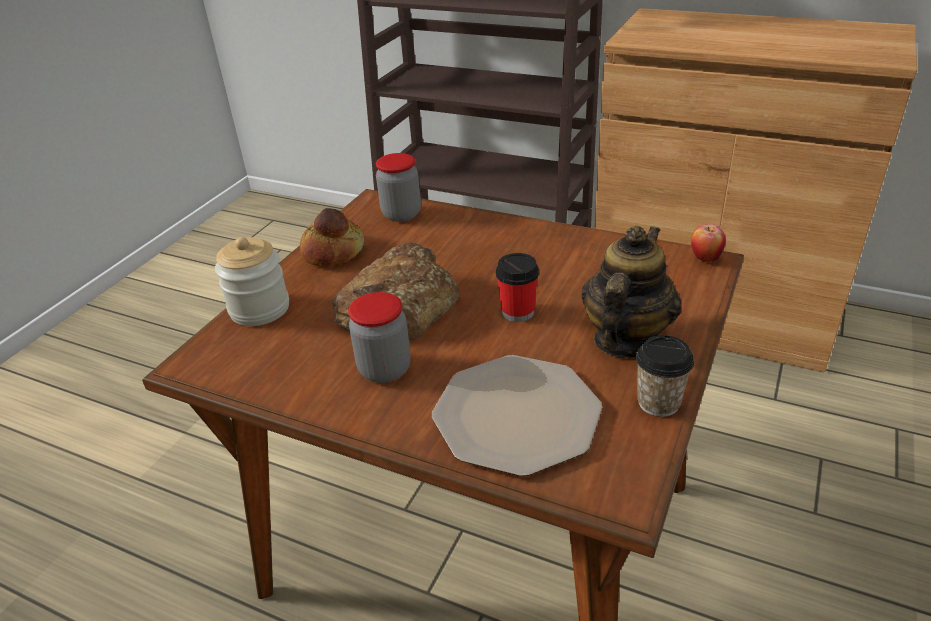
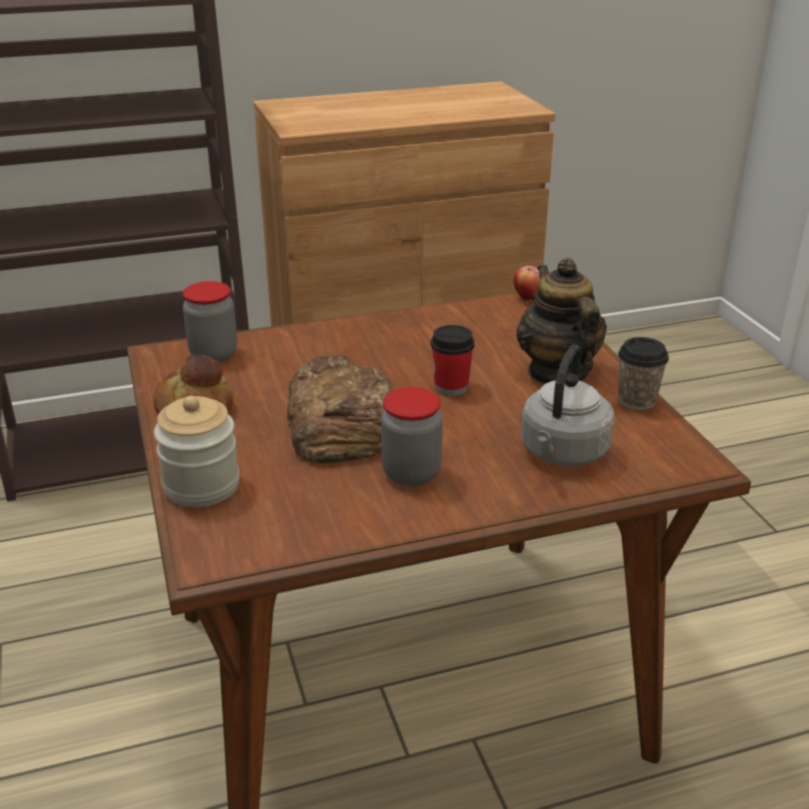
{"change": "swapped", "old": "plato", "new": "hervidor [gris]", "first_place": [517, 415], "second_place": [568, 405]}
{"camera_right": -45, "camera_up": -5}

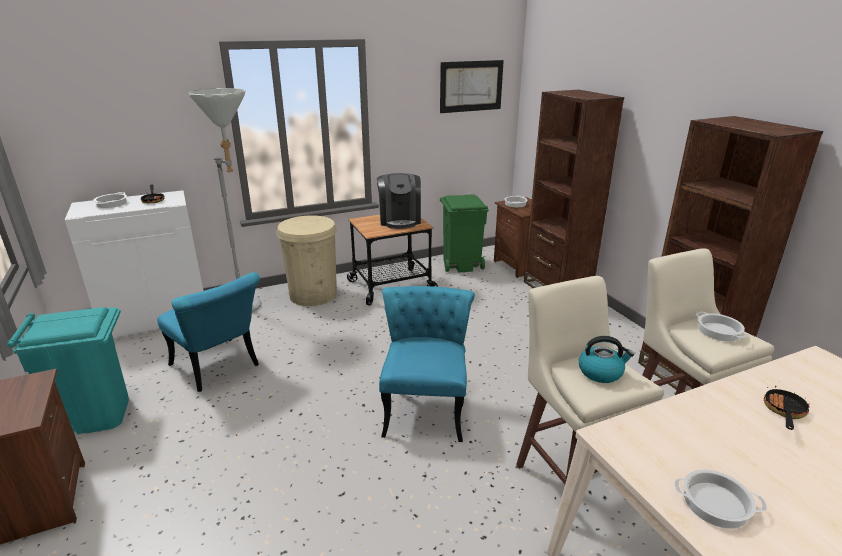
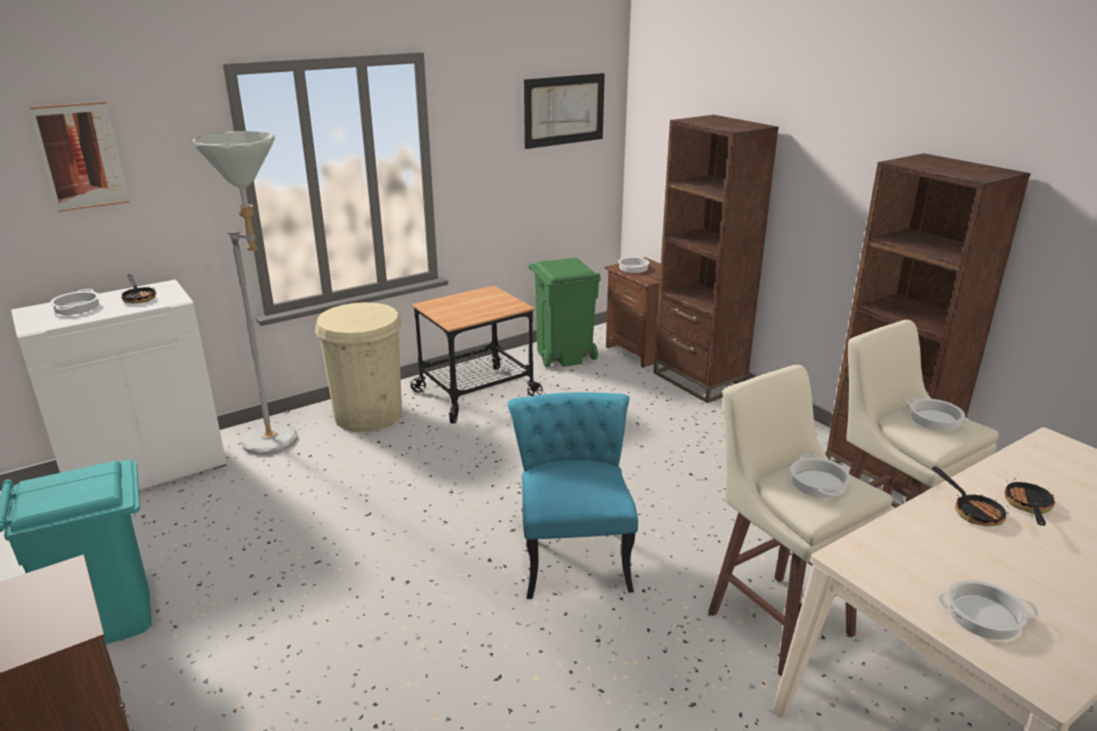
{"change": "gone", "old": "silla [turquesa]", "first_place": [208, 332]}
{"change": "gone", "old": "cafetera", "first_place": [399, 201]}
{"change": "new", "new": "cuadro", "second_place": [79, 156]}
{"change": "new", "new": "sartén", "second_place": [970, 496]}
{"change": "swapped", "old": "hervidor", "new": "olla", "first_place": [606, 359], "second_place": [821, 476]}
{"camera_right": -10, "camera_up": 0}

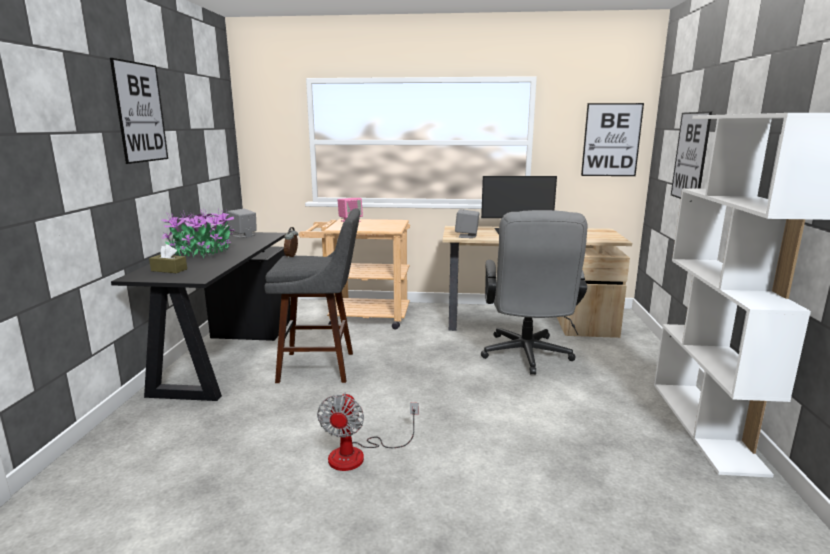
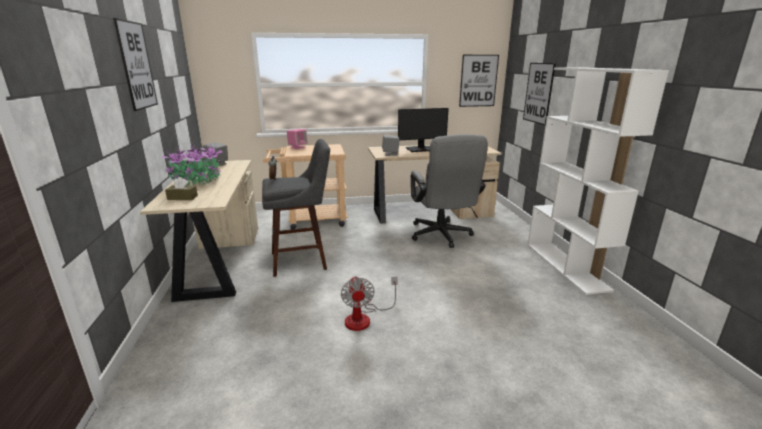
{"change": "repainted", "old": "escritorio [negro]", "new": "escritorio [beis]", "first_place": [200, 316], "second_place": [199, 231]}
{"camera_right": -15, "camera_up": 5}

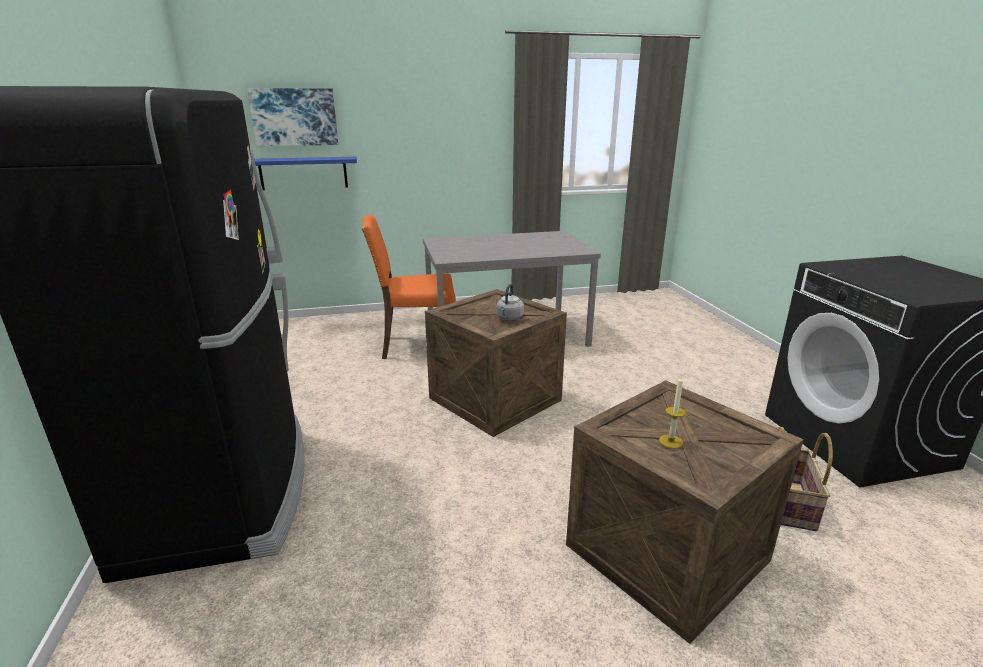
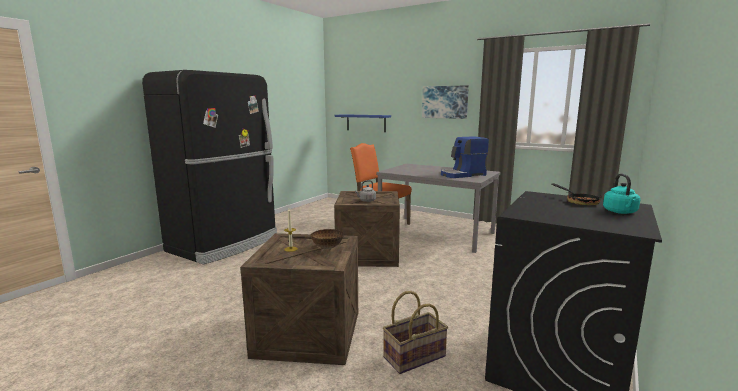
{"change": "new", "new": "cuenco", "second_place": [327, 239]}
{"change": "new", "new": "cafetera", "second_place": [465, 157]}
{"change": "new", "new": "sartén", "second_place": [576, 194]}
{"change": "new", "new": "hervidor [turquesa]", "second_place": [621, 193]}
{"change": "shifted", "old": "cuadro", "first_place": [292, 117], "second_place": [445, 102]}
{"camera_right": 45, "camera_up": -10}

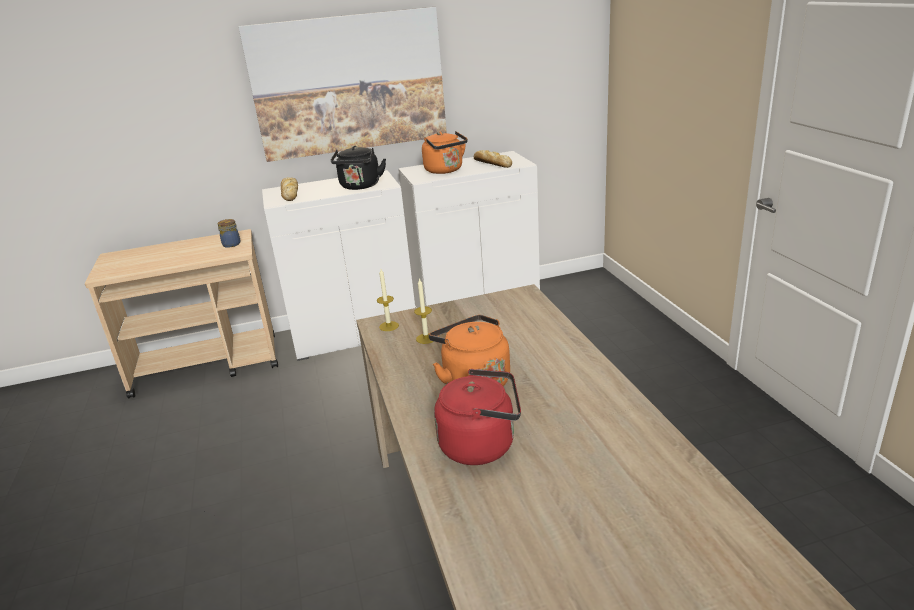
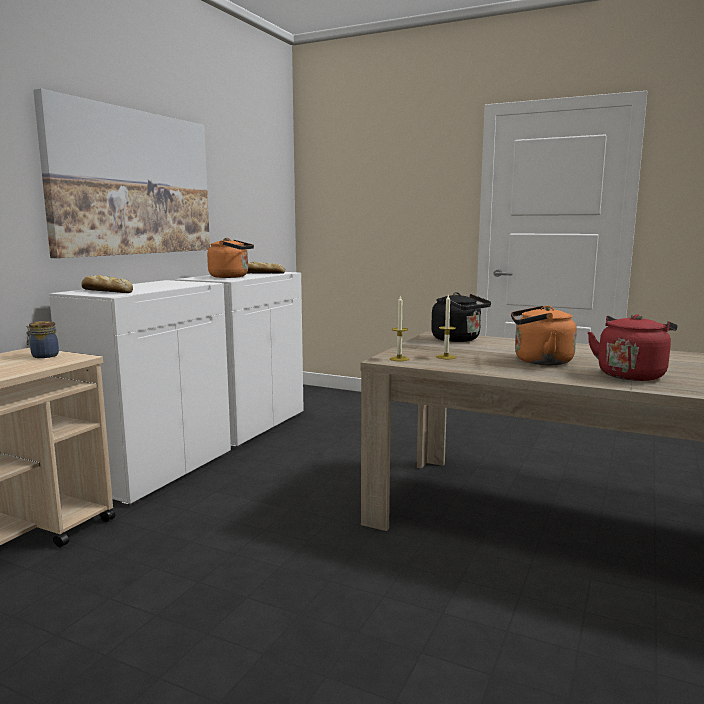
{"change": "shifted", "old": "hervidor [negro]", "first_place": [358, 168], "second_place": [461, 317]}
{"camera_right": -50, "camera_up": -15}

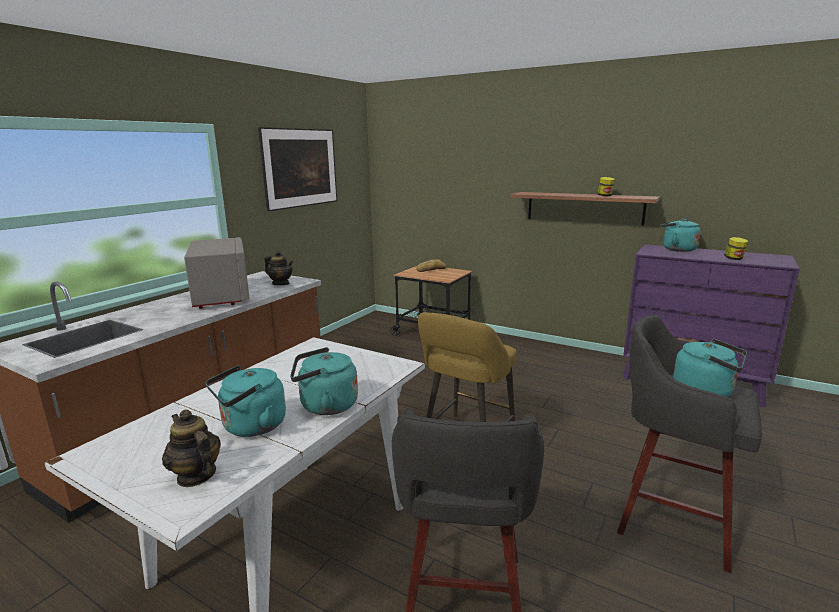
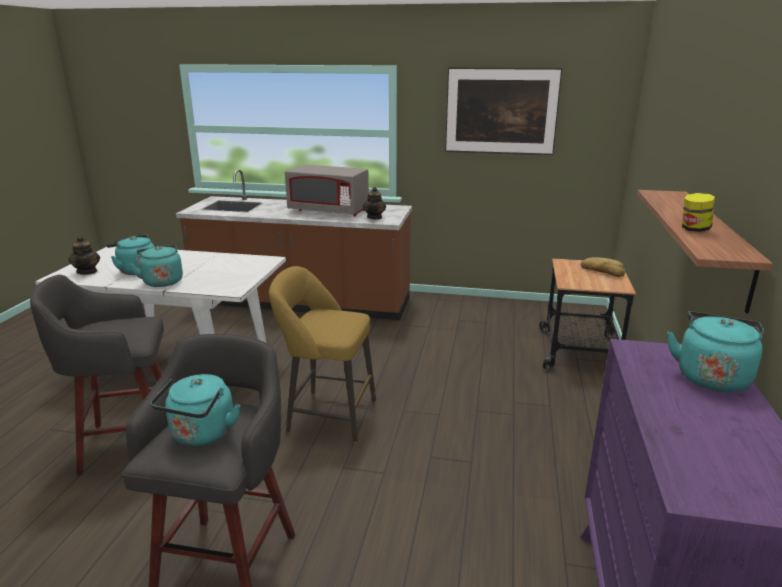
{"change": "gone", "old": "tarro", "first_place": [736, 248]}
{"change": "rotated", "old": "tetera", "first_place": [191, 448], "second_place": [84, 255], "degrees": 135}
{"change": "rotated", "old": "microondas [gris]", "first_place": [216, 273], "second_place": [327, 190], "degrees": 60}
{"camera_right": 70, "camera_up": 5}

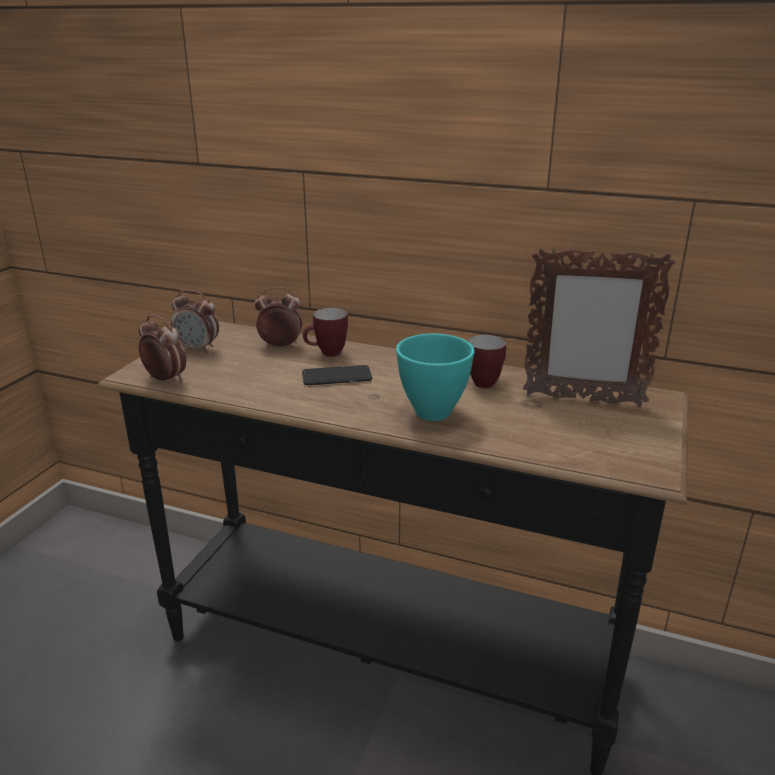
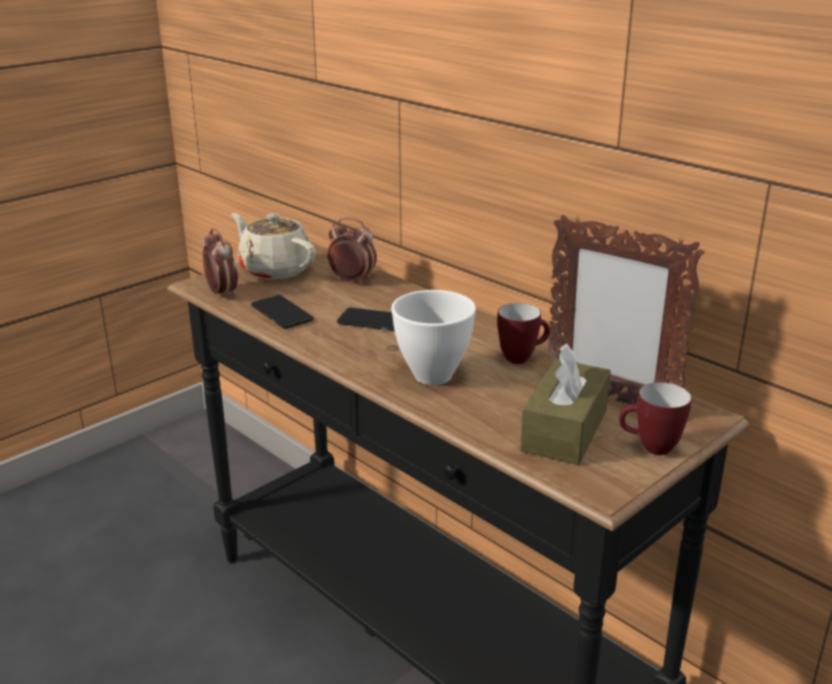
{"change": "new", "new": "móvil", "second_place": [282, 311]}
{"change": "new", "new": "caja de pañuelos [marrón]", "second_place": [565, 404]}
{"change": "shifted", "old": "taza grande", "first_place": [325, 332], "second_place": [655, 418]}
{"change": "swapped", "old": "despertador", "new": "tetera [beis]", "first_place": [195, 321], "second_place": [273, 246]}
{"change": "repainted", "old": "cuenco [turquesa]", "new": "cuenco [blanco]", "first_place": [435, 377], "second_place": [433, 337]}
{"camera_right": 25, "camera_up": 0}

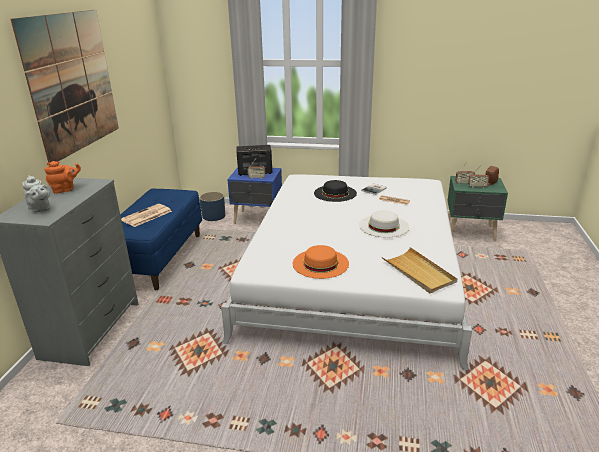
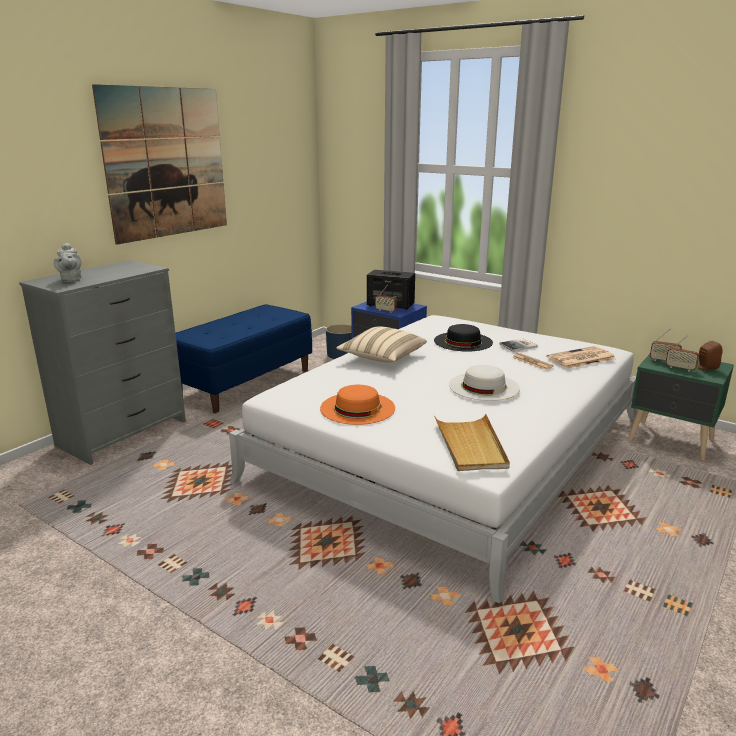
{"change": "gone", "old": "tetera [naranja]", "first_place": [62, 177]}
{"change": "new", "new": "cojín [beis]", "second_place": [381, 344]}
{"change": "shifted", "old": "periódico", "first_place": [146, 215], "second_place": [581, 357]}
{"camera_right": 25, "camera_up": -5}

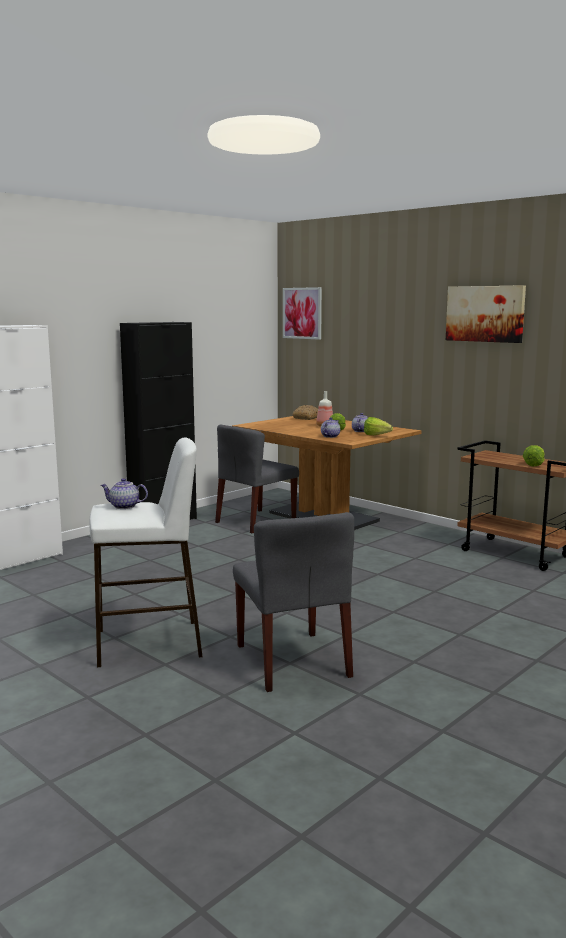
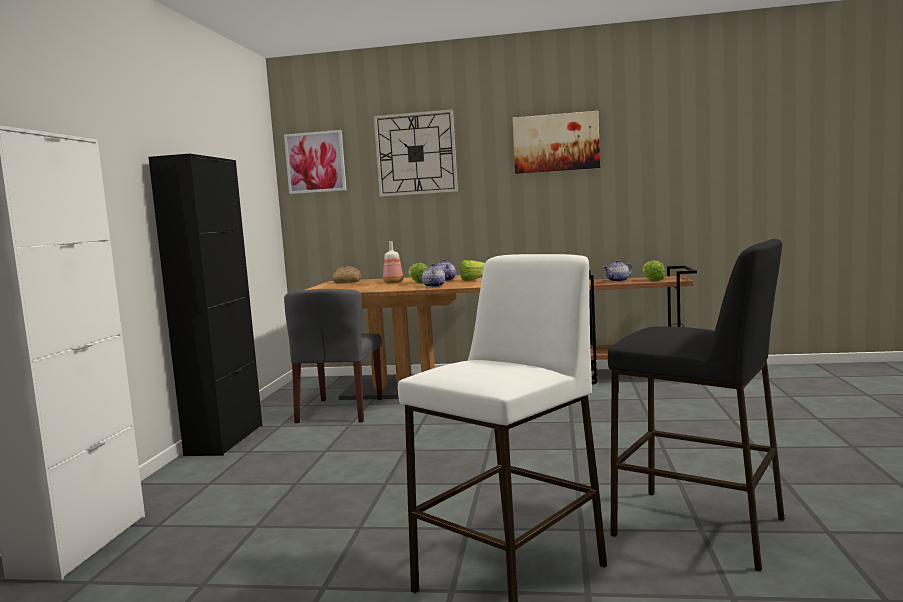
{"change": "new", "new": "reloj de pared", "second_place": [416, 153]}
{"change": "shifted", "old": "tetera", "first_place": [124, 493], "second_place": [618, 271]}
{"change": "swapped", "old": "silla [gris]", "new": "taburete [negro]", "first_place": [293, 602], "second_place": [696, 405]}
{"camera_right": -35, "camera_up": -5}

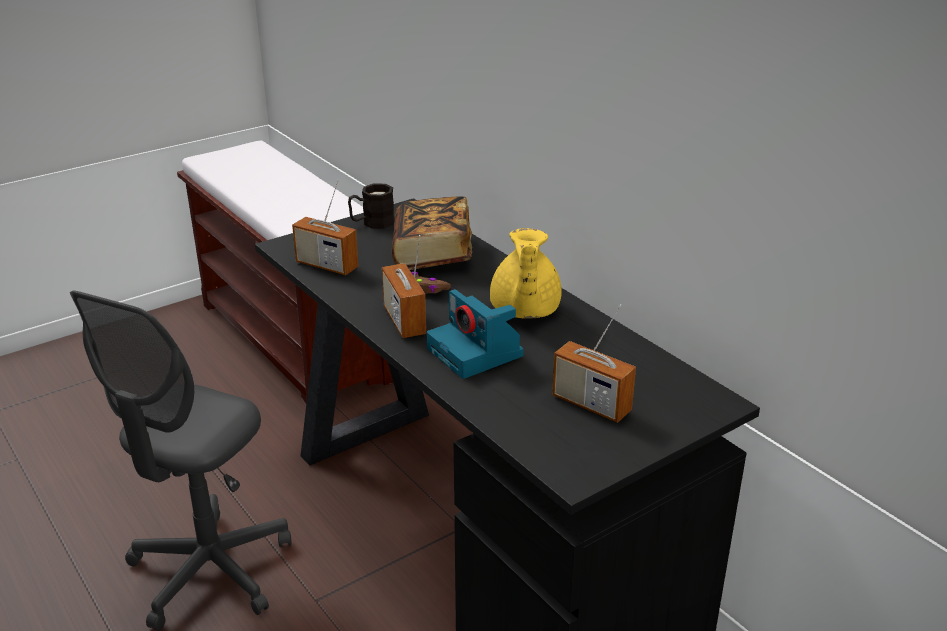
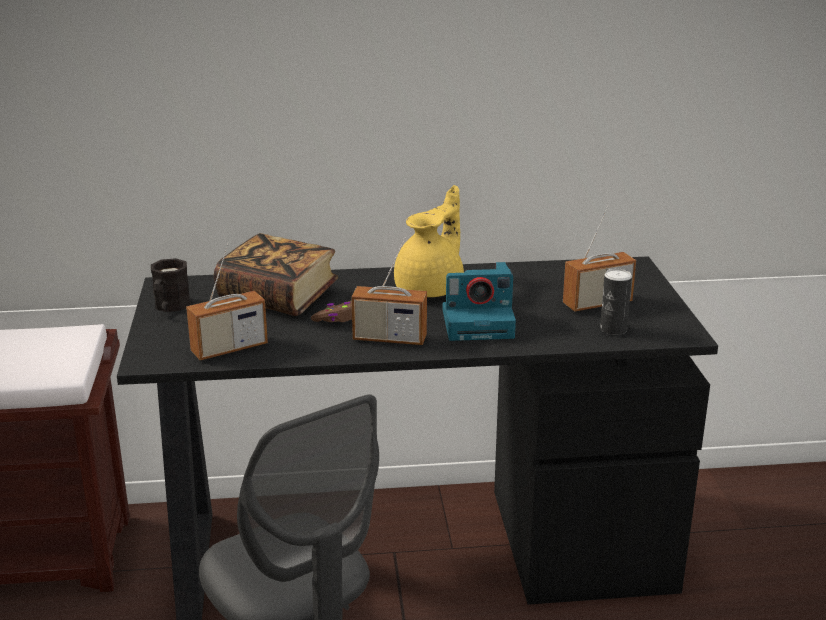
{"change": "new", "new": "lata", "second_place": [616, 302]}
{"change": "rotated", "old": "tetera [amarillo]", "first_place": [526, 273], "second_place": [429, 241], "degrees": -90}
{"camera_right": -60, "camera_up": -5}

